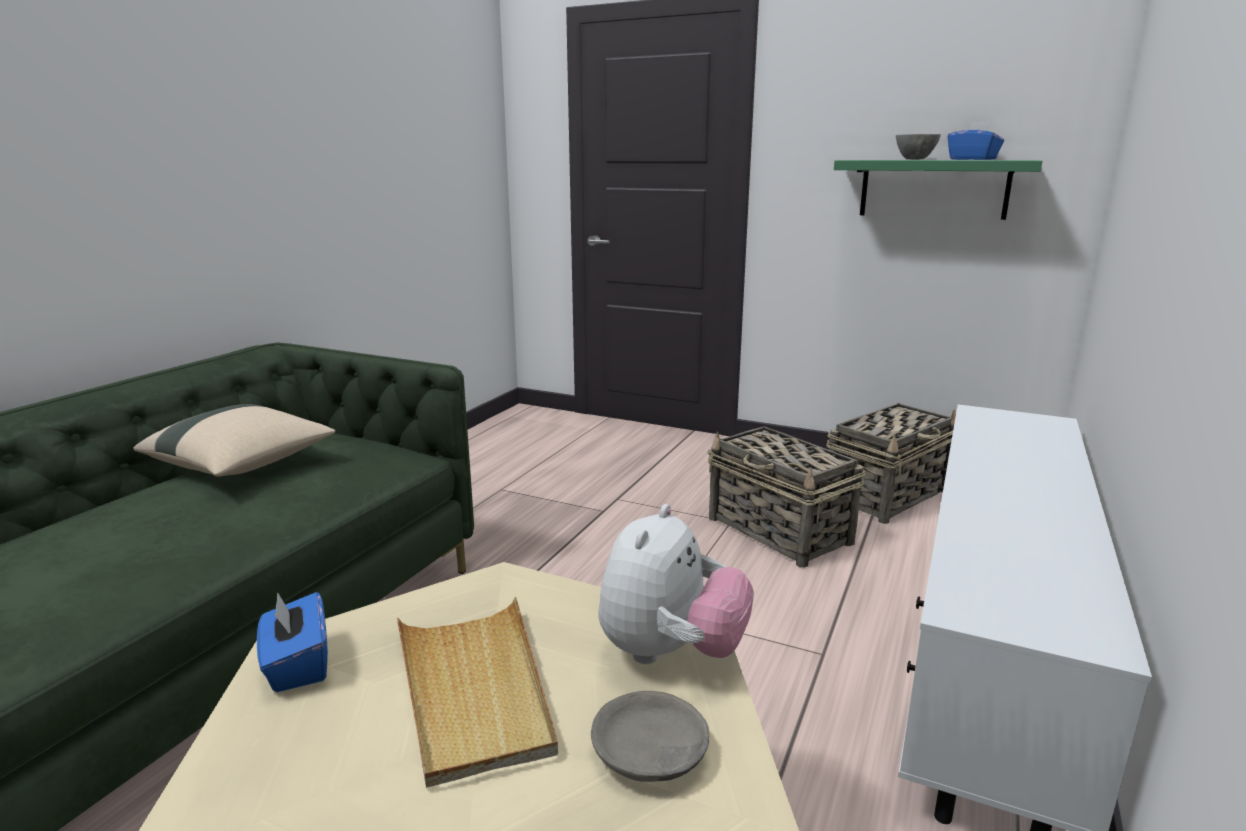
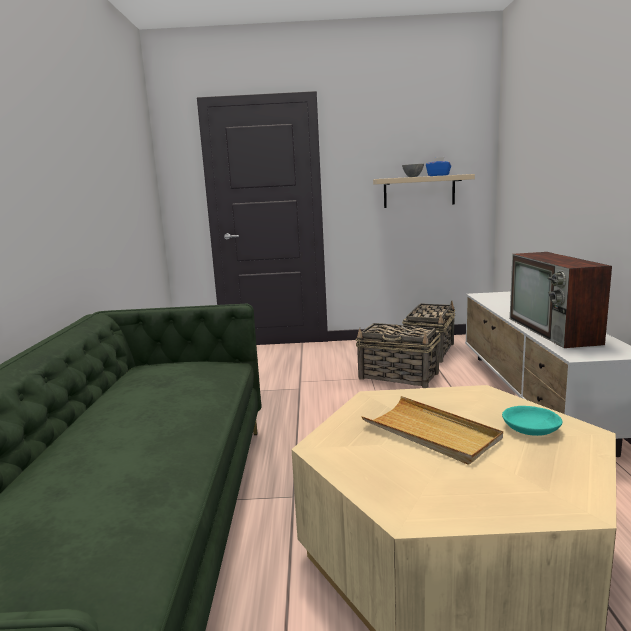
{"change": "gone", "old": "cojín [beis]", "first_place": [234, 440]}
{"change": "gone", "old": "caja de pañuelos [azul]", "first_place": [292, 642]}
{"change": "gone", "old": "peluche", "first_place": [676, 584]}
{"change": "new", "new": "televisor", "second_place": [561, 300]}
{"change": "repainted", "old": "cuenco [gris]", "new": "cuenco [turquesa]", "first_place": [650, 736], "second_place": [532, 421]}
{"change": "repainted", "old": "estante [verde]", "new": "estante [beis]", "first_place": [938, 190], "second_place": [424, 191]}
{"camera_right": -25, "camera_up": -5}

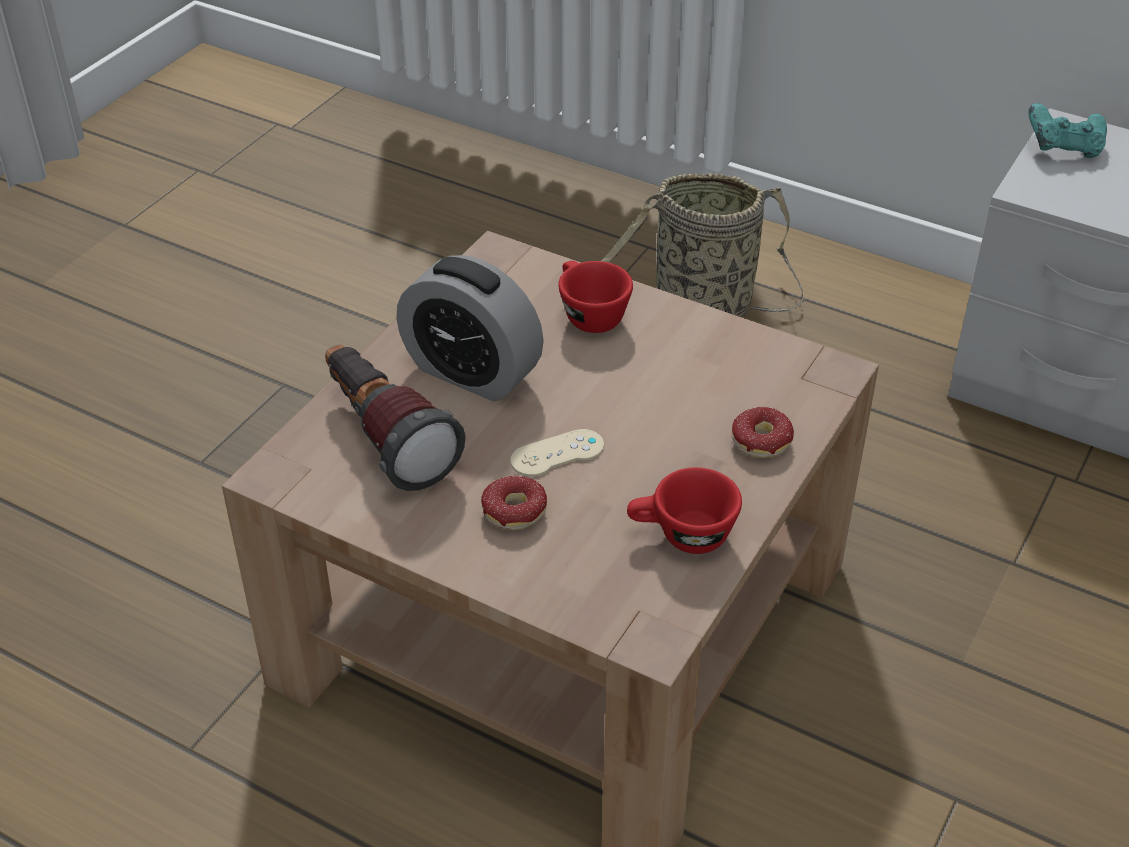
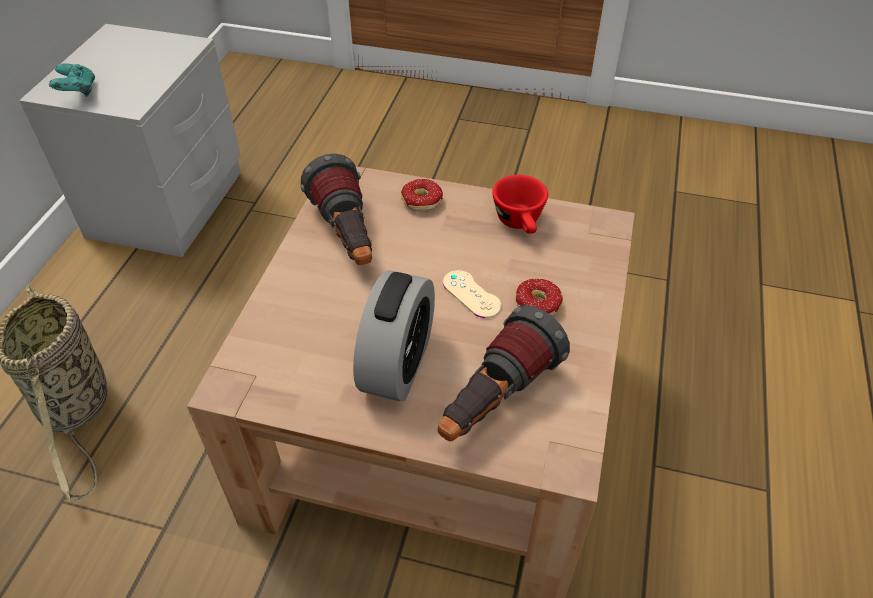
{"change": "gone", "old": "taza [rojo]", "first_place": [595, 297]}
{"change": "new", "new": "linterna", "second_place": [336, 209]}
{"camera_right": -105, "camera_up": 5}

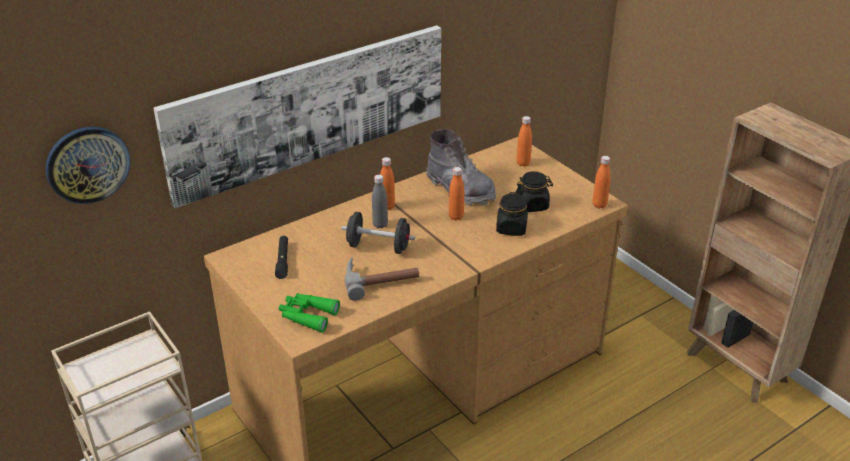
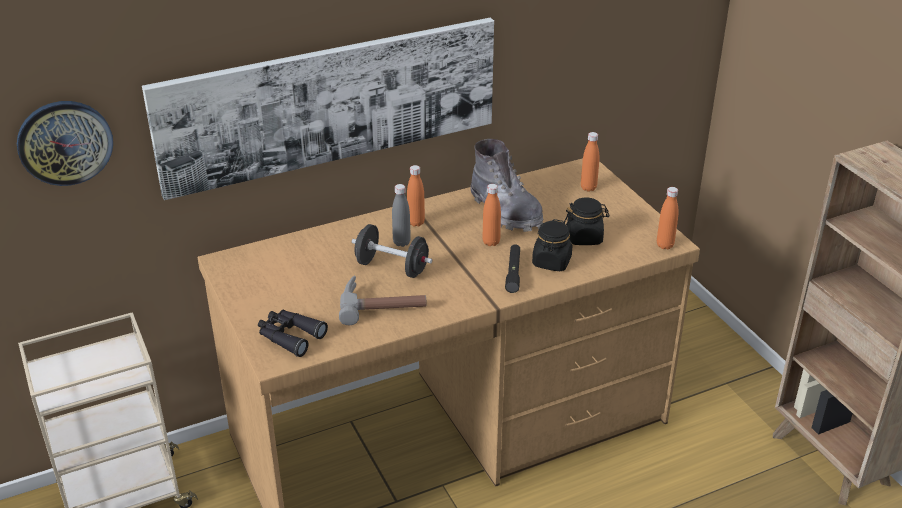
{"change": "shifted", "old": "linterna [negro]", "first_place": [281, 257], "second_place": [512, 268]}
{"change": "repainted", "old": "prismáticos [verde]", "new": "prismáticos [negro]", "first_place": [309, 313], "second_place": [293, 333]}
{"camera_right": 10, "camera_up": 0}

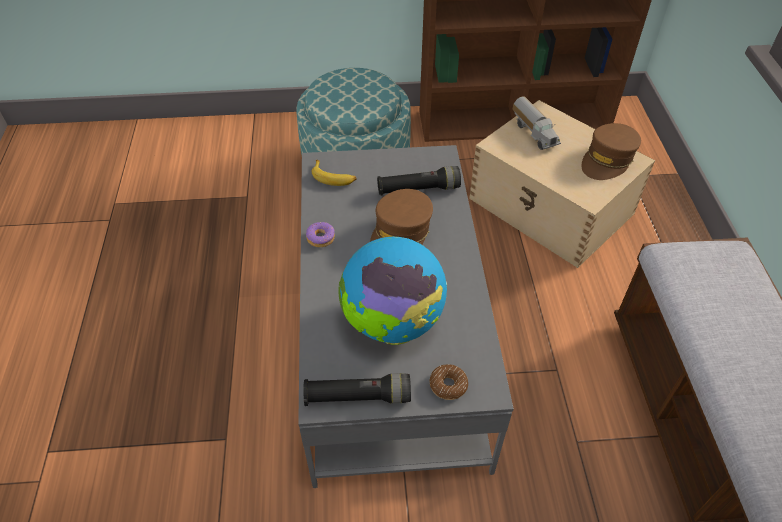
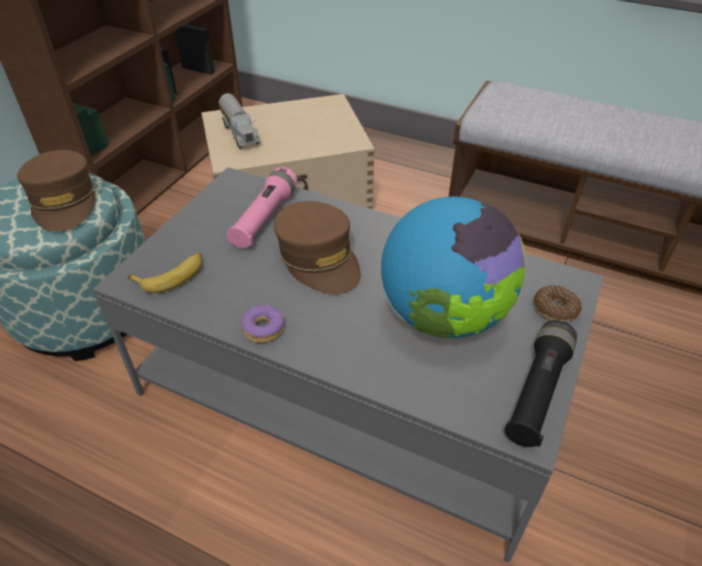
{"change": "shifted", "old": "gorra [marrón]", "first_place": [611, 151], "second_place": [56, 191]}
{"change": "repainted", "old": "linterna [negro]", "new": "linterna [rosa]", "first_place": [419, 181], "second_place": [262, 208]}
{"change": "rotated", "old": "camión de juguete", "first_place": [536, 123], "second_place": [239, 121], "degrees": 60}
{"camera_right": -60, "camera_up": -5}

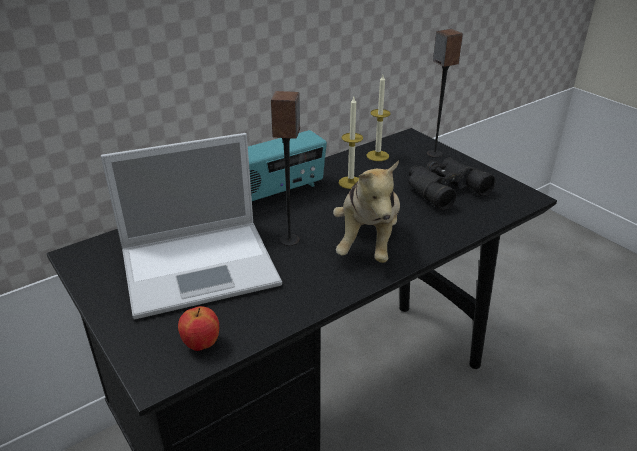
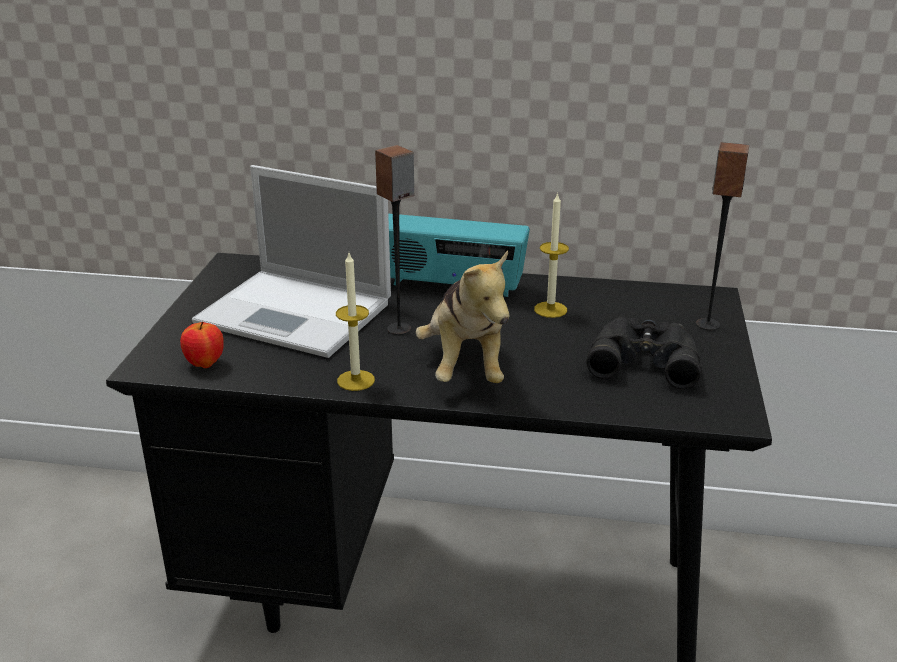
{"change": "shifted", "old": "vela", "first_place": [378, 118], "second_place": [355, 322]}
{"change": "rotated", "old": "peluche", "first_place": [366, 211], "second_place": [462, 316], "degrees": -60}
{"camera_right": 45, "camera_up": -5}

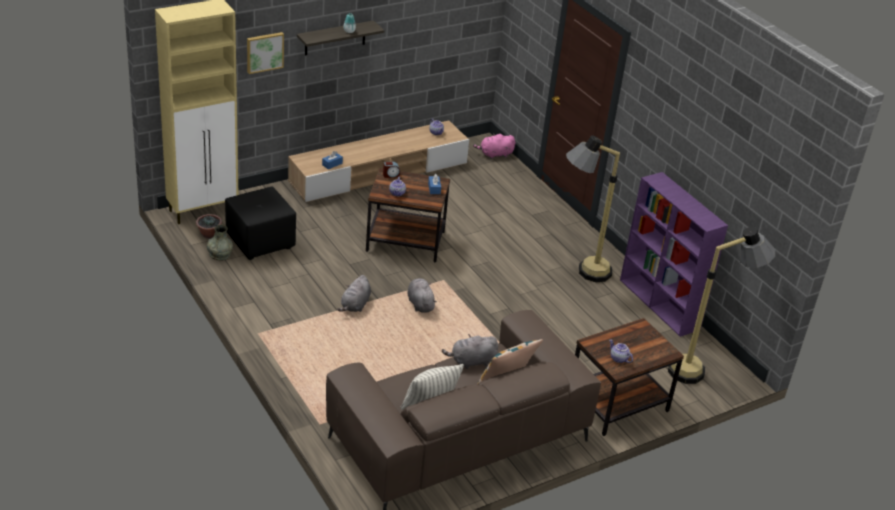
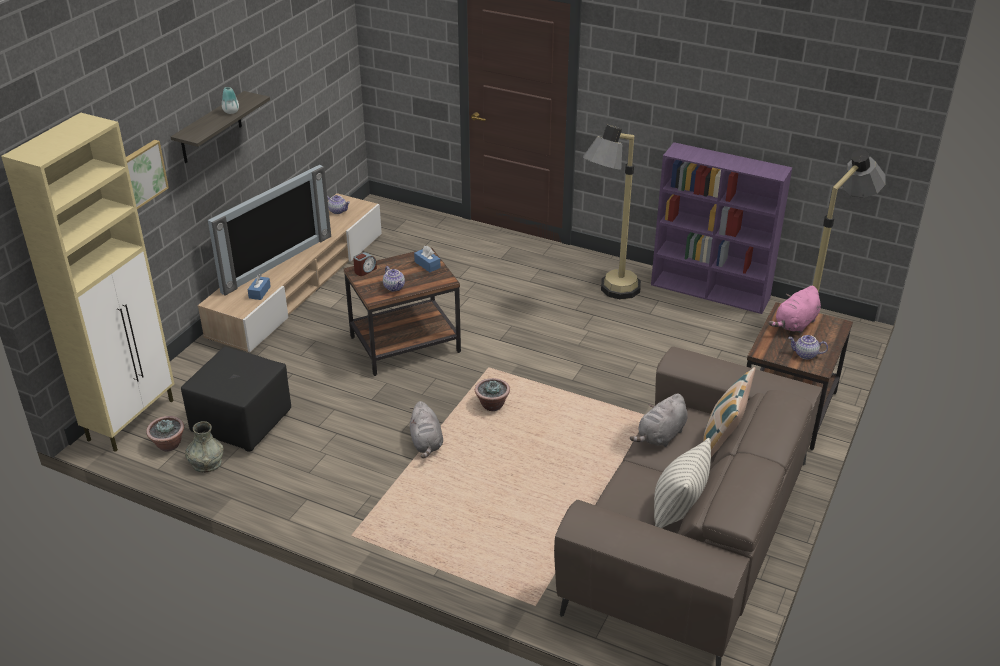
{"change": "new", "new": "televisor", "second_place": [269, 230]}
{"change": "shifted", "old": "peluche [rosa]", "first_place": [494, 146], "second_place": [794, 309]}
{"change": "swapped", "old": "peluche [gris]", "new": "planta en maceta", "first_place": [422, 295], "second_place": [492, 394]}
{"camera_right": -30, "camera_up": 0}

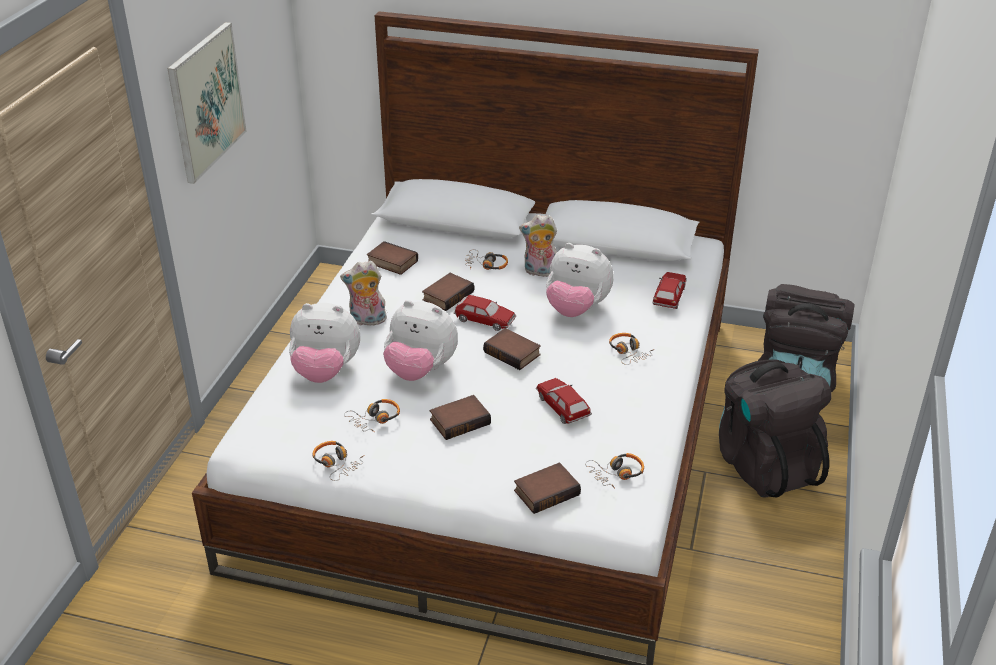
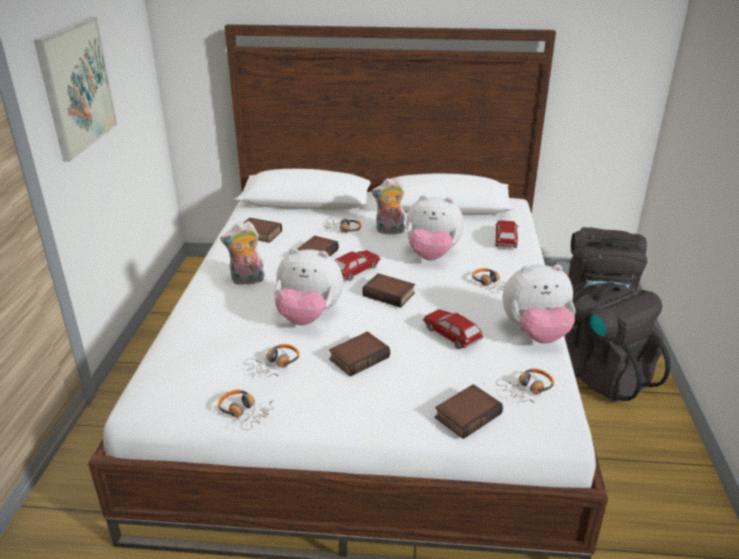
{"change": "shifted", "old": "peluche", "first_place": [324, 343], "second_place": [539, 304]}
{"change": "rotated", "old": "coche de juguete", "first_place": [485, 313], "second_place": [358, 265], "degrees": -60}
{"camera_right": -10, "camera_up": -5}

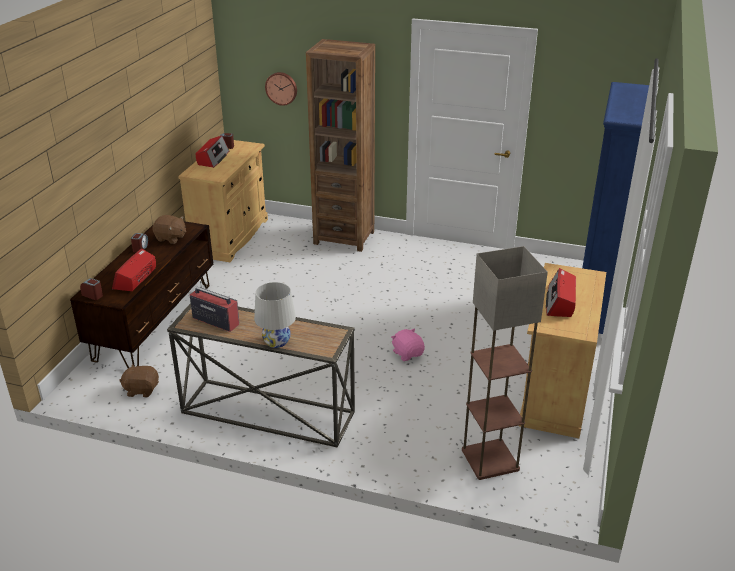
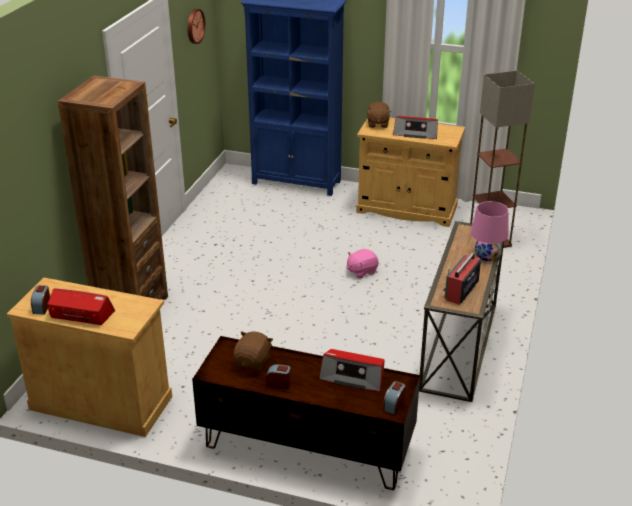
{"change": "shifted", "old": "peluche [marrón]", "first_place": [139, 380], "second_place": [379, 115]}
{"change": "shifted", "old": "reloj de pared", "first_place": [281, 89], "second_place": [196, 26]}
{"change": "repainted", "old": "lámpara de mesa [blanco]", "new": "lámpara de mesa [rosa]", "first_place": [275, 315], "second_place": [489, 231]}
{"camera_right": -90, "camera_up": 0}

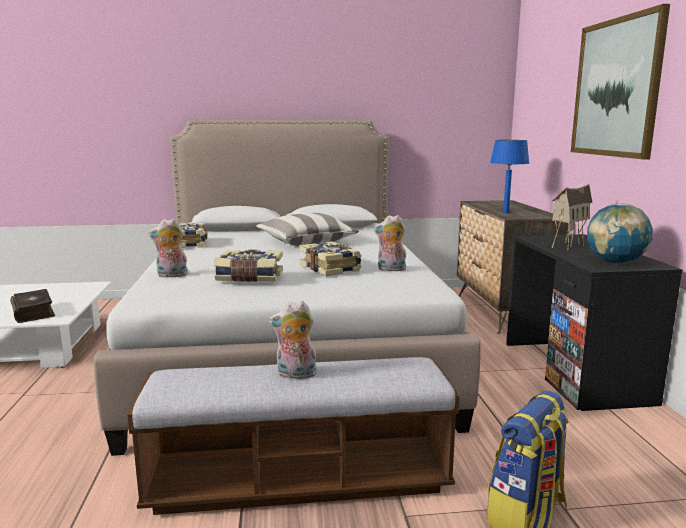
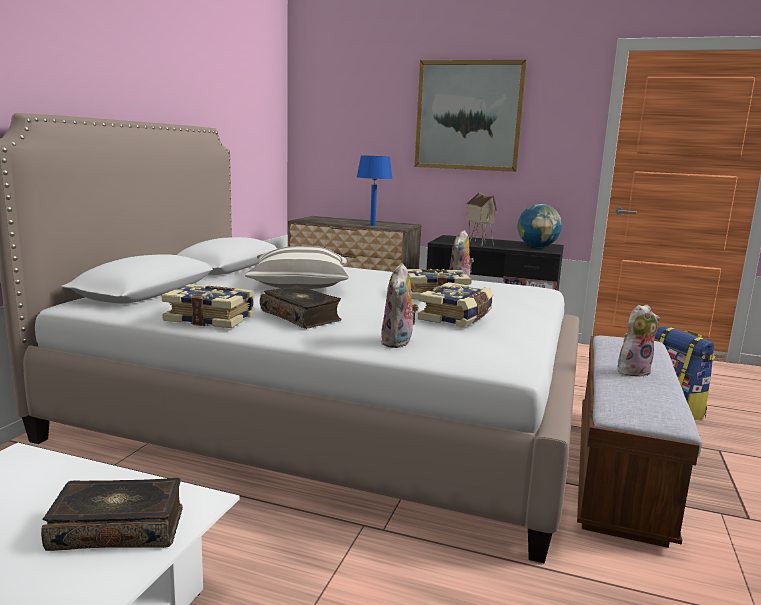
{"change": "new", "new": "libro", "second_place": [301, 307]}
{"change": "rotated", "old": "peluche", "first_place": [293, 341], "second_place": [639, 341], "degrees": -135}
{"camera_right": -65, "camera_up": 0}

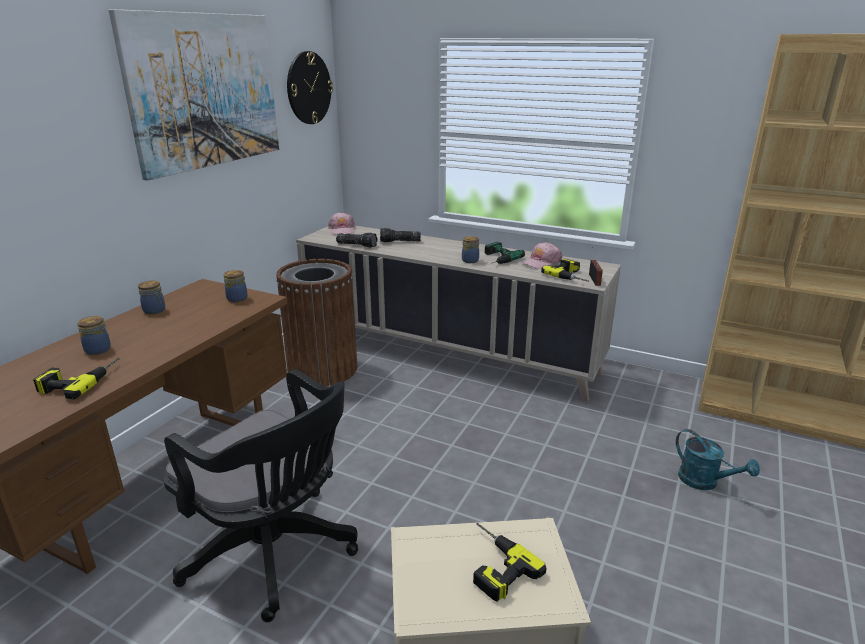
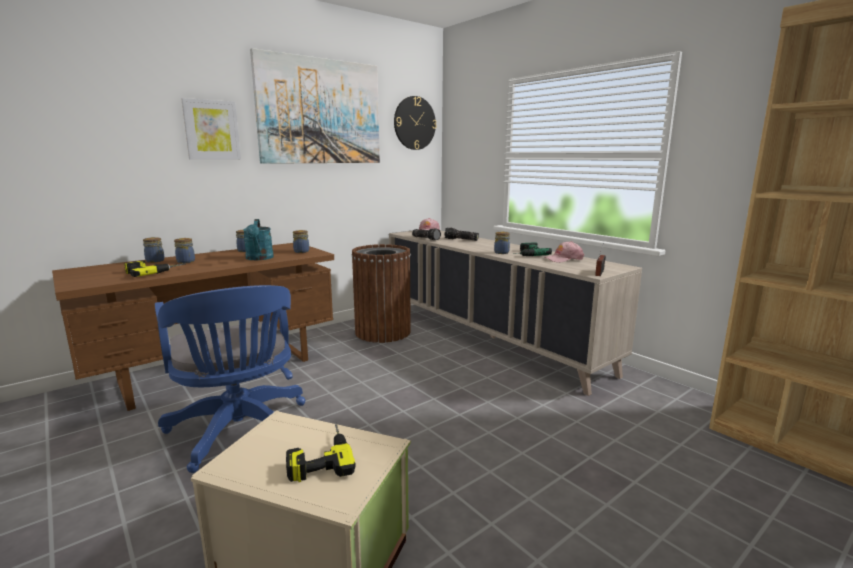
{"change": "gone", "old": "taladro", "first_place": [565, 270]}
{"change": "new", "new": "tarro", "second_place": [154, 250]}
{"change": "new", "new": "cuadro", "second_place": [211, 129]}
{"change": "shifted", "old": "regadera [turquesa]", "first_place": [718, 459], "second_place": [258, 239]}
{"change": "repainted", "old": "silla de oficina [negro]", "new": "silla de oficina [azul]", "first_place": [260, 496], "second_place": [230, 379]}
{"camera_right": 25, "camera_up": -10}

